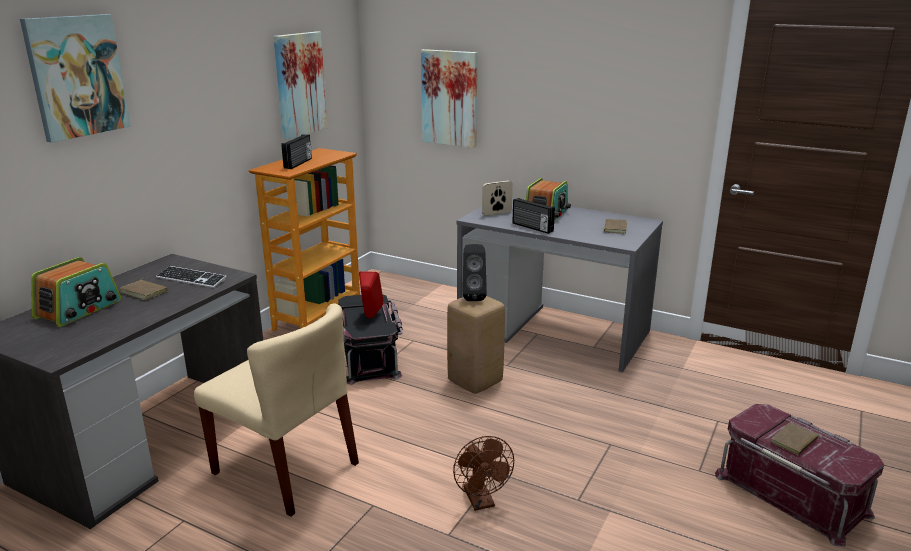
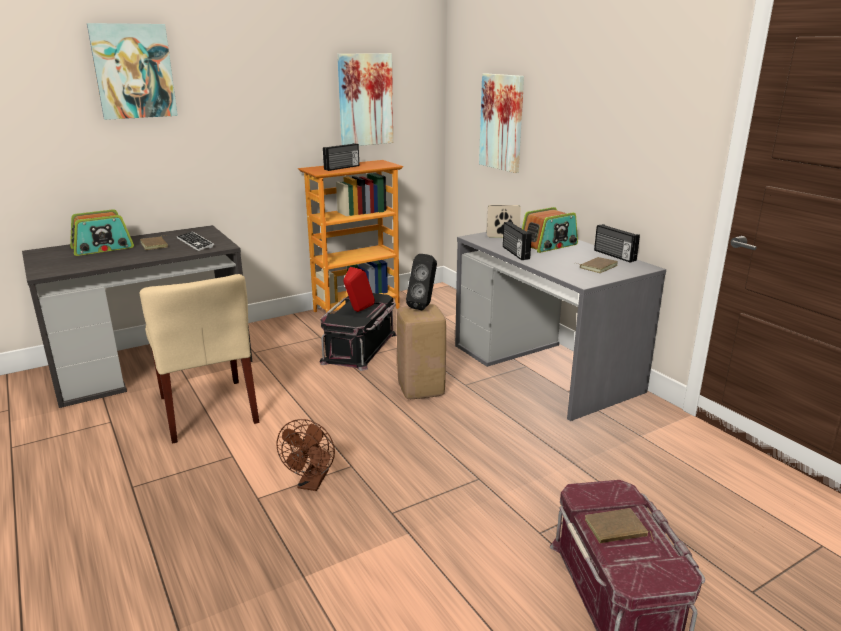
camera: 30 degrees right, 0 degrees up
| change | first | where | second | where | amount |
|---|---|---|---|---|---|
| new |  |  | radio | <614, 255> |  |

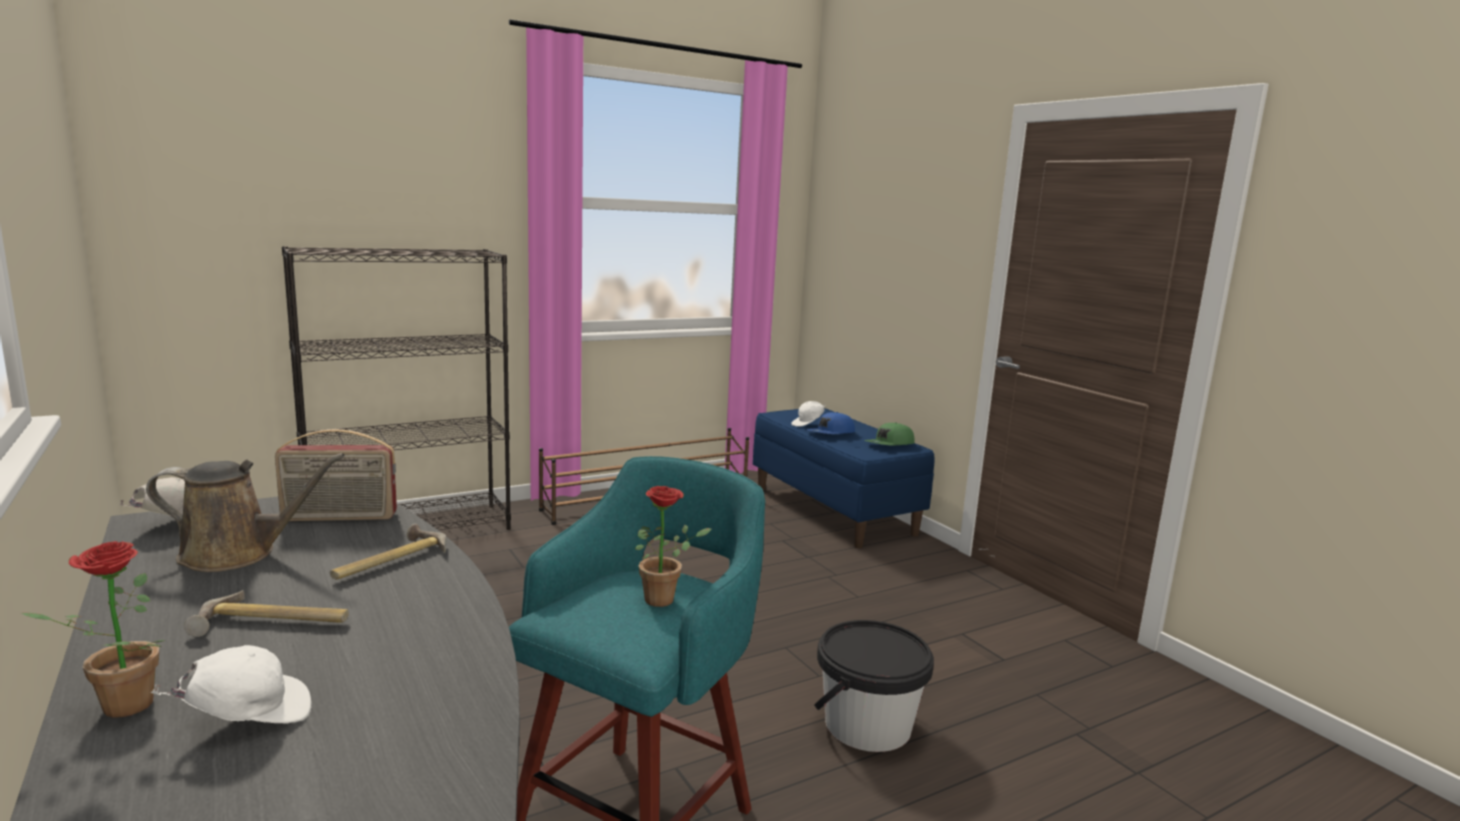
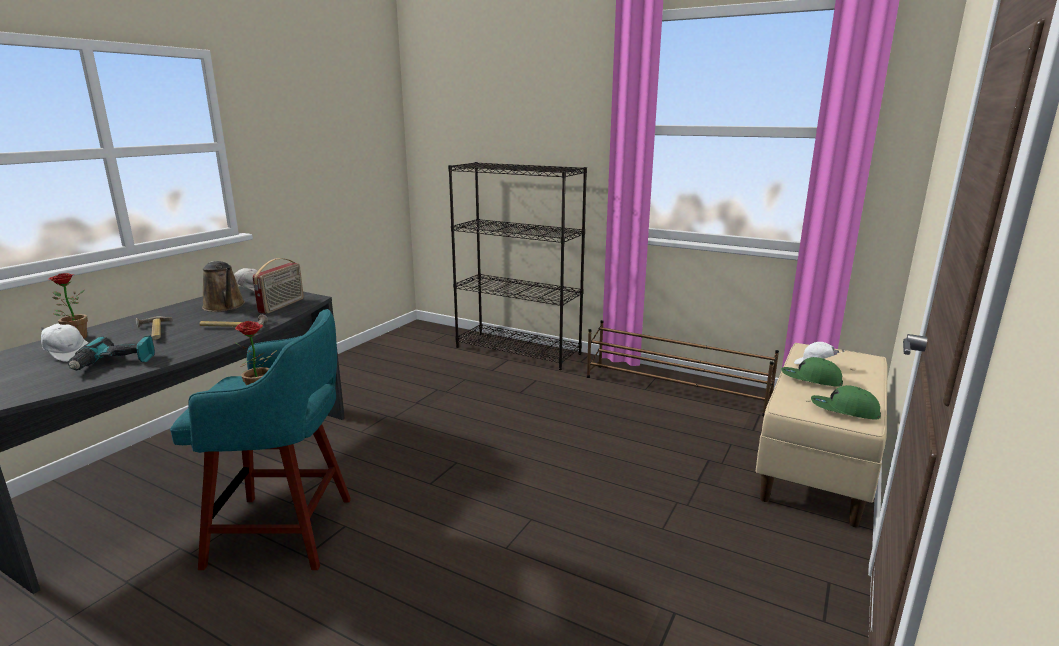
camera: 60 degrees right, 5 degrees up
| change | first | where | second | where | amount |
|---|---|---|---|---|---|
| repainted | banc/bleu | <834, 511> | banc/beige | <818, 464> |  |
| repainted | casquette/bleu | <831, 434> | casquette/vert | <810, 380> |  |
| rotated | radio | <339, 517> |  | <282, 305> | 120 degrees counterclockwise |
| gone | seau/noir | <867, 725> |  |  |  |
| new |  |  | perceuse | <115, 363> |  |

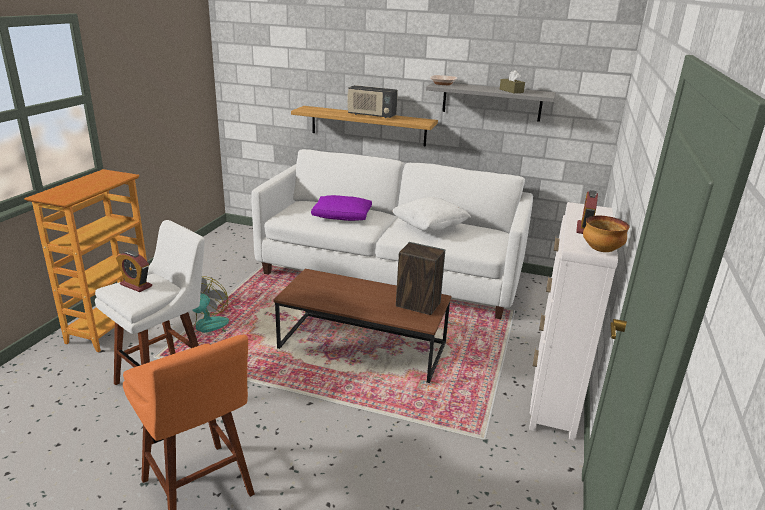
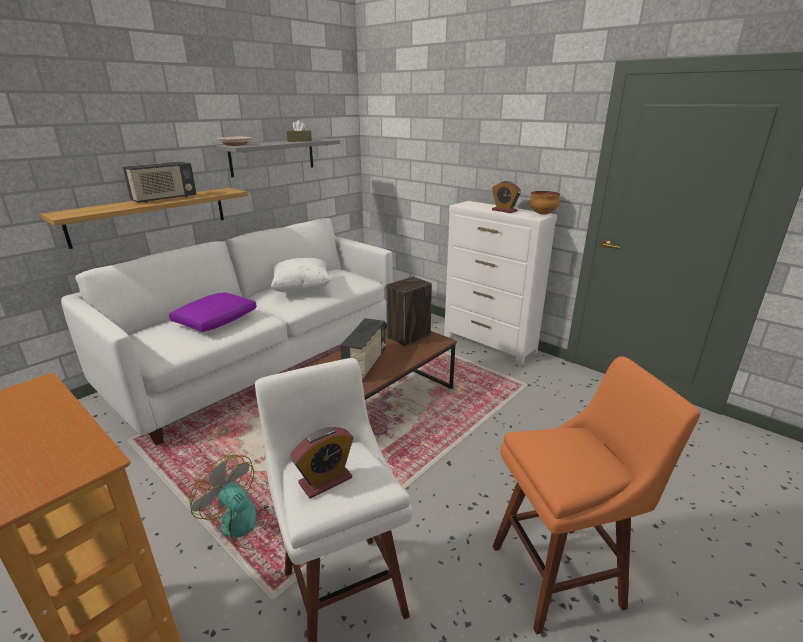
camera: 65 degrees left, 0 degrees up
| change | first | where | second | where | amount |
|---|---|---|---|---|---|
| new |  |  | radio | <365, 364> |  |

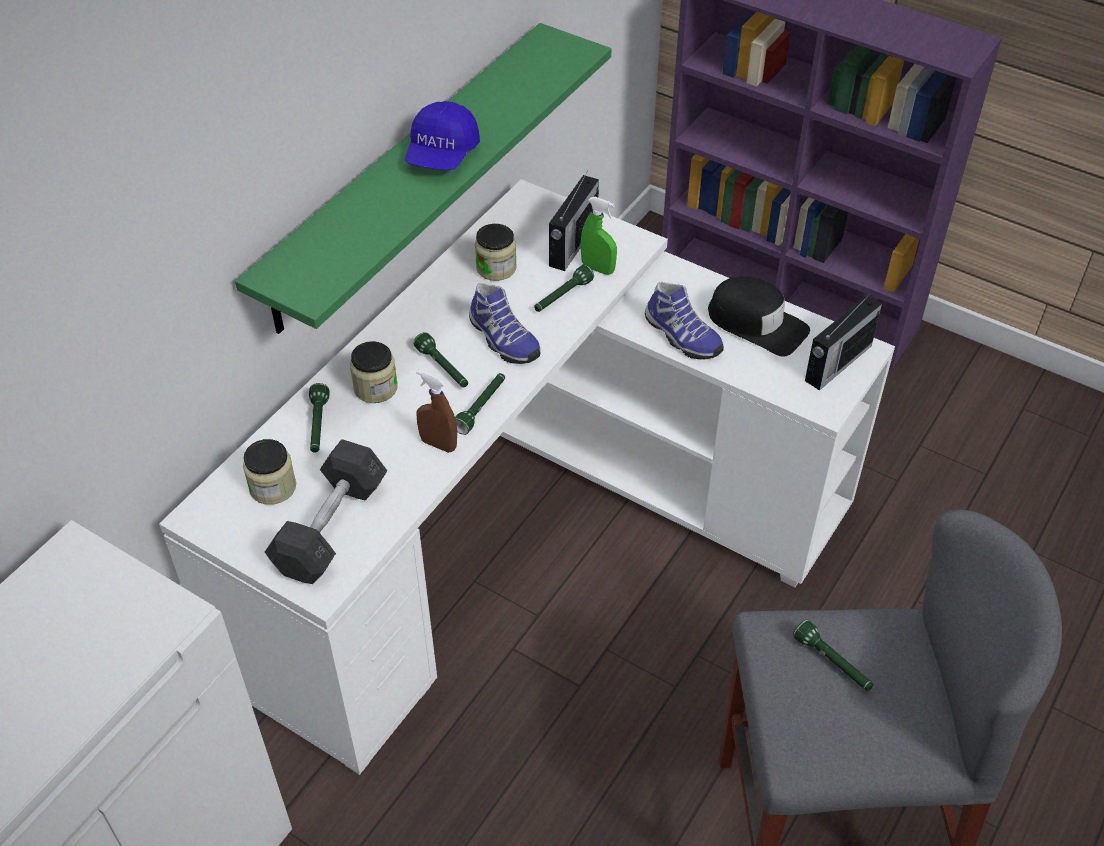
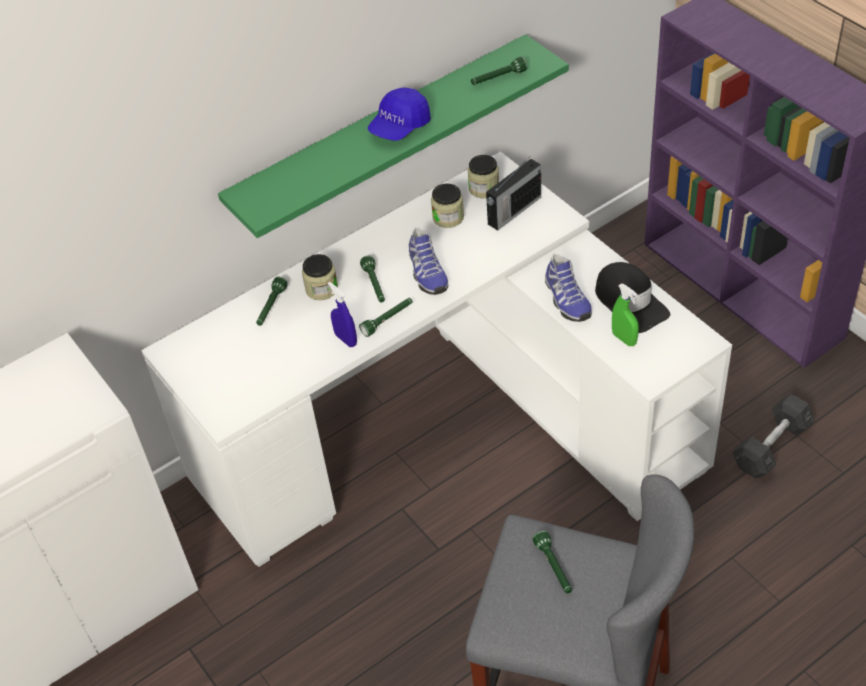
camera: 25 degrees right, 0 degrees up
| change | first | where | second | where | amount |
|---|---|---|---|---|---|
| shifted | vaporisateur/vert | <598, 269> |  | <624, 339> |  |
| shifted | lampe de poche/vert | <562, 297> |  | <498, 78> |  |
| gone | radio | <837, 364> |  |  |  |
| repainted | vaporisateur/marron | <438, 444> | vaporisateur/bleu | <346, 339> |  |
| shifted | bocal | <273, 487> |  | <484, 188> |  |
| shifted | haltère/gris | <331, 527> |  | <771, 446> |  |

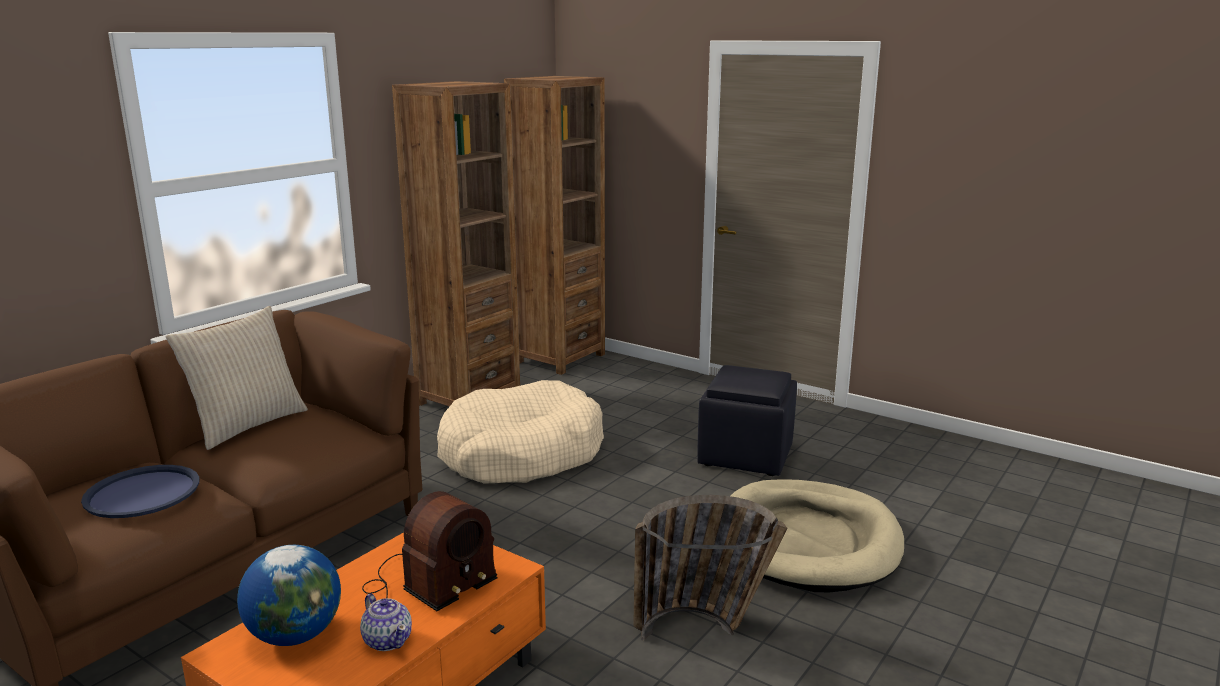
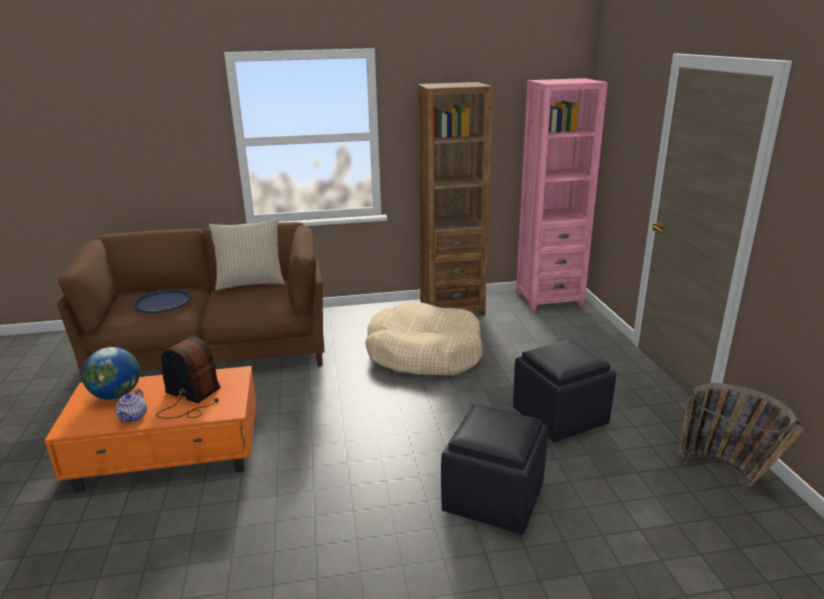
camera: 45 degrees right, 5 degrees up
| change | first | where | second | where | amount |
|---|---|---|---|---|---|
| repainted | bibliothèque/marron | <559, 358> | bibliothèque/rose | <549, 299> |  |
| swapped | panier pour chien/beige | <807, 541> | pouf/noir | <494, 497> |  |
| rotated | radio | <427, 584> |  | <190, 399> | 150 degrees counterclockwise |
| shifted | panier | <704, 627> |  | <730, 477> |  |

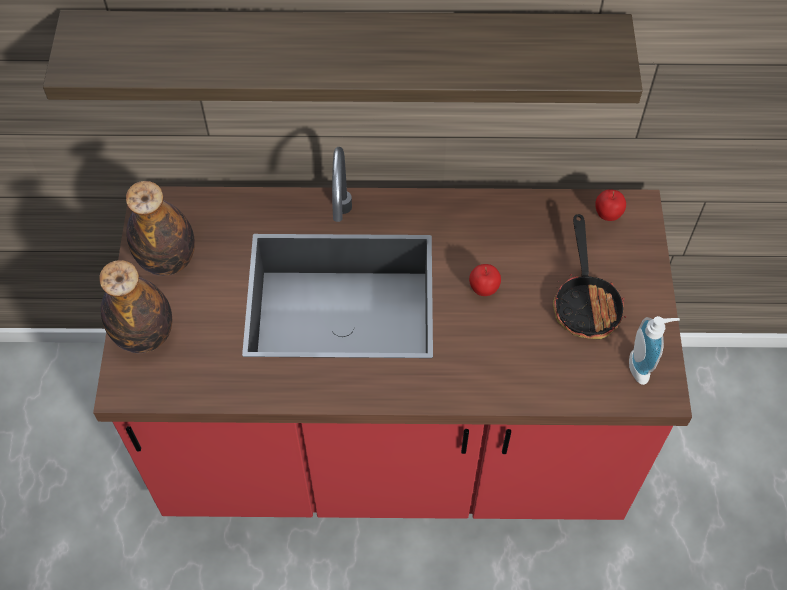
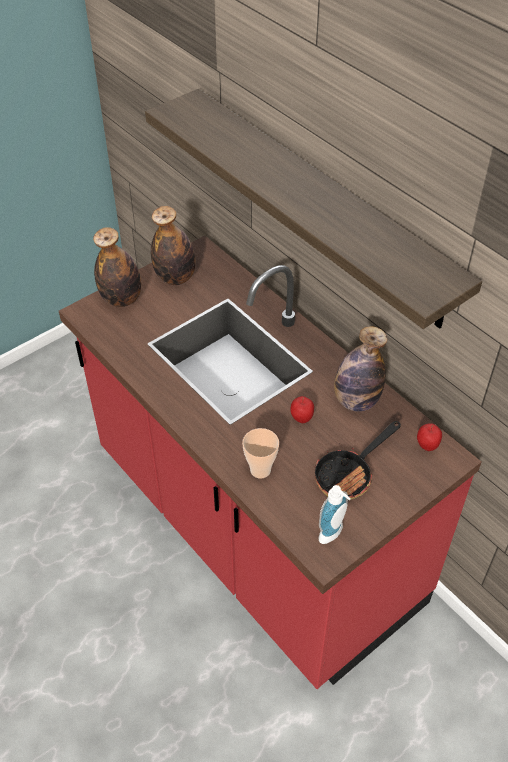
camera: 50 degrees right, 10 degrees down
| change | first | where | second | where | amount |
|---|---|---|---|---|---|
| new |  |  | bouteille | <356, 401> |  |
| new |  |  | tasse | <260, 470> |  |

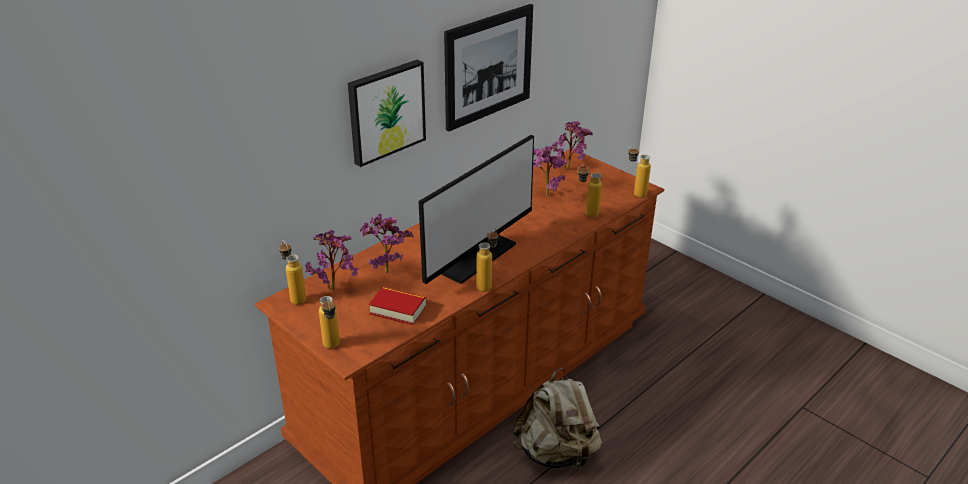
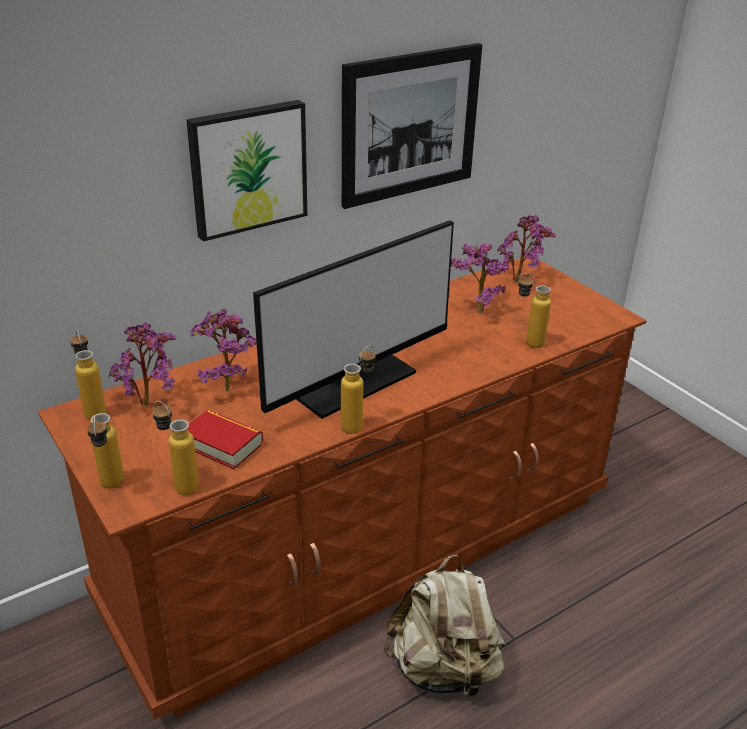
camera: 10 degrees right, 0 degrees up
| change | first | where | second | where | amount |
|---|---|---|---|---|---|
| shifted | bouteille | <634, 193> |  | <179, 484> |  |

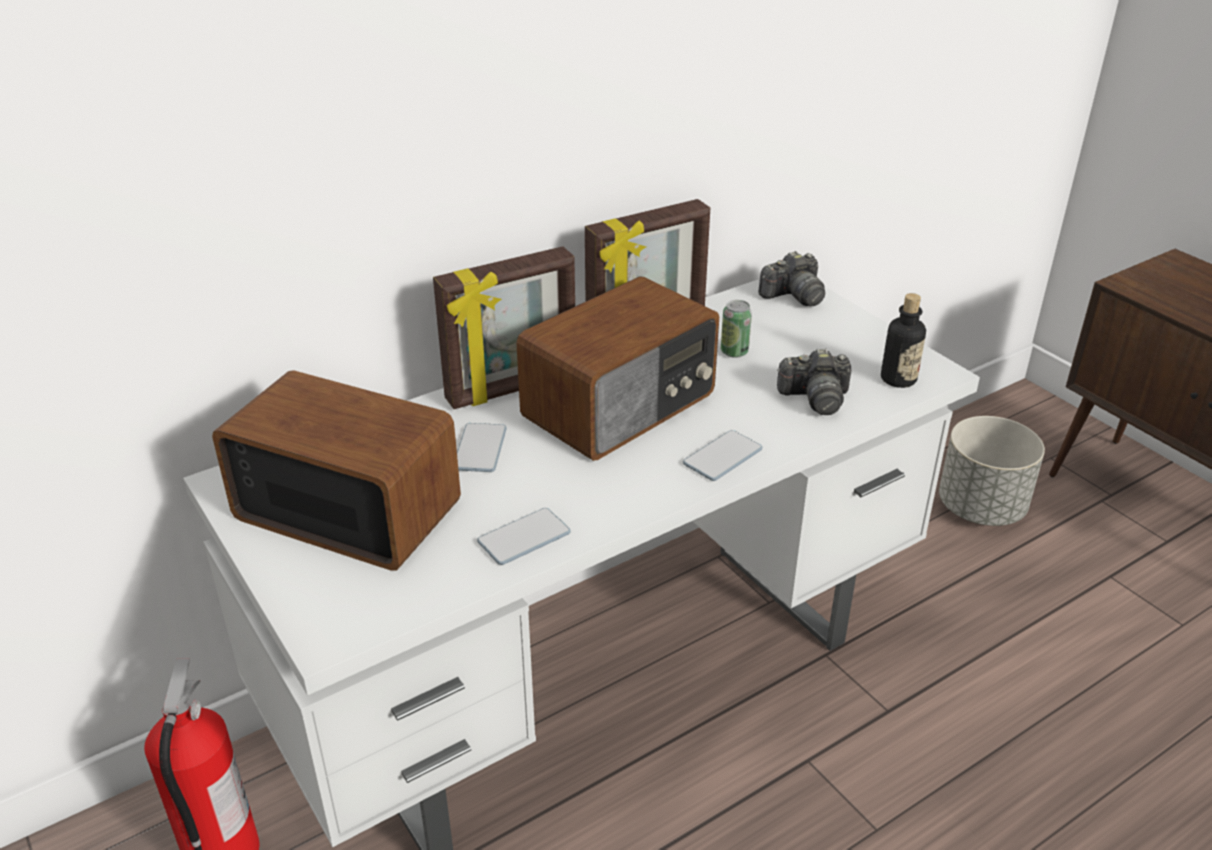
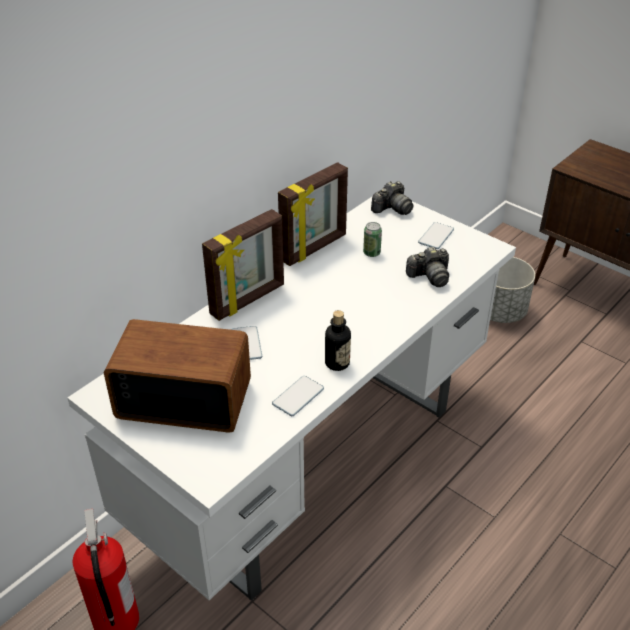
camera: 15 degrees left, 5 degrees up
| change | first | where | second | where | amount |
|---|---|---|---|---|---|
| gone | radio | <622, 406> |  |  |  |
| shifted | bouteille | <898, 379> |  | <337, 363> |  |
| shifted | téléphone | <722, 457> |  | <436, 236> |  |

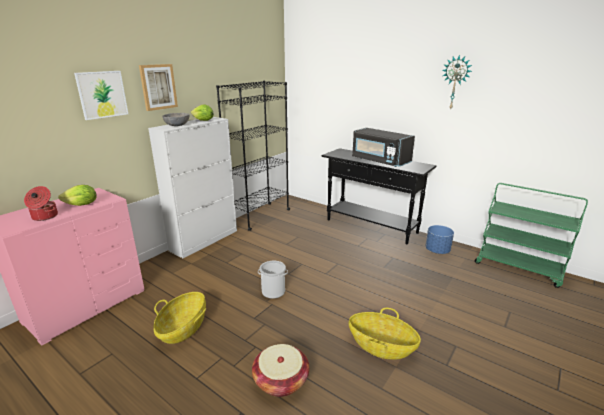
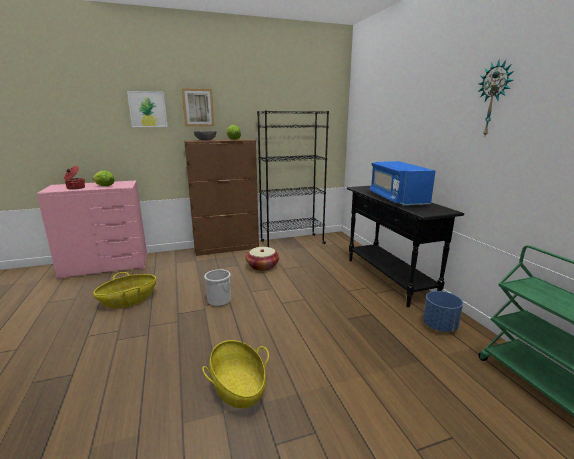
camera: 35 degrees right, 5 degrees down
| change | first | where | second | where | amount |
|---|---|---|---|---|---|
| repainted | meuble de rangement/blanc | <205, 240> | meuble de rangement/marron | <227, 248> |  |
| repainted | micro-ondes/noir | <379, 161> | micro-ondes/bleu | <397, 199> |  |
| shifted | panier | <281, 380> |  | <262, 266> |  |

